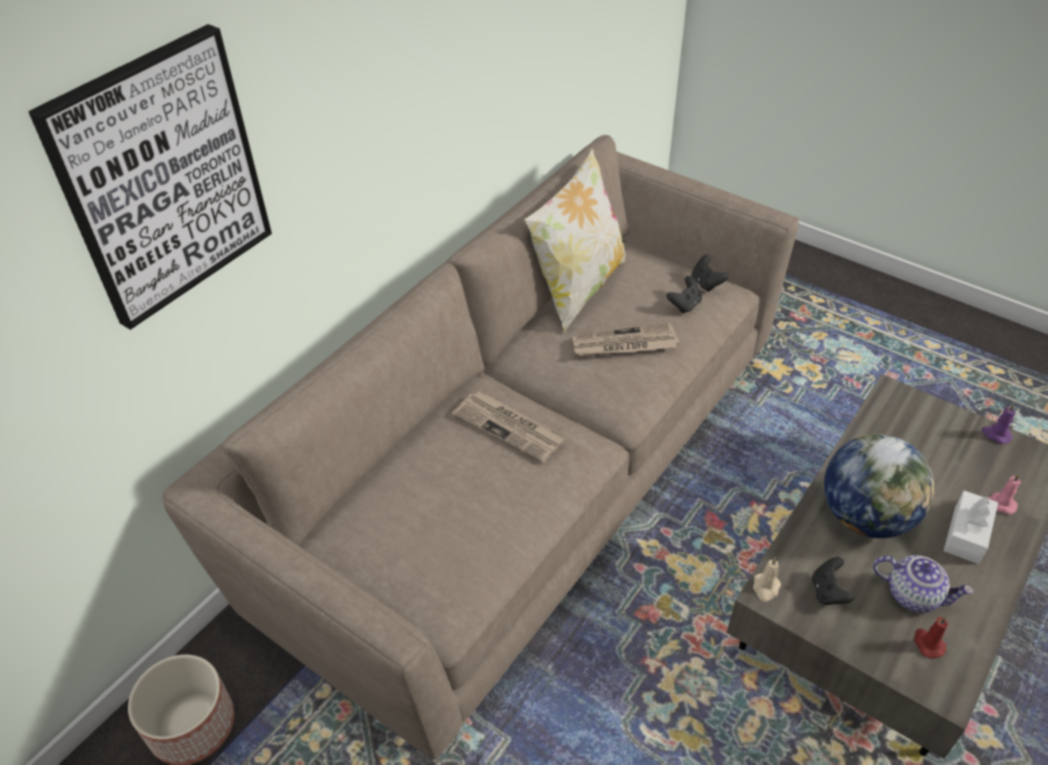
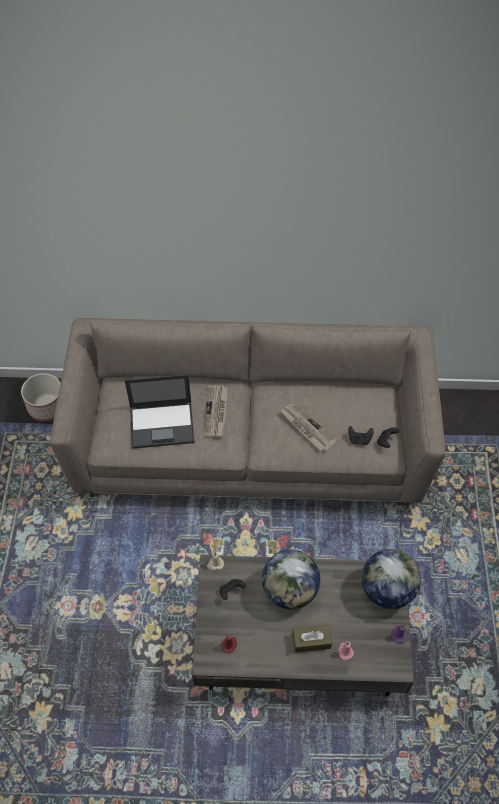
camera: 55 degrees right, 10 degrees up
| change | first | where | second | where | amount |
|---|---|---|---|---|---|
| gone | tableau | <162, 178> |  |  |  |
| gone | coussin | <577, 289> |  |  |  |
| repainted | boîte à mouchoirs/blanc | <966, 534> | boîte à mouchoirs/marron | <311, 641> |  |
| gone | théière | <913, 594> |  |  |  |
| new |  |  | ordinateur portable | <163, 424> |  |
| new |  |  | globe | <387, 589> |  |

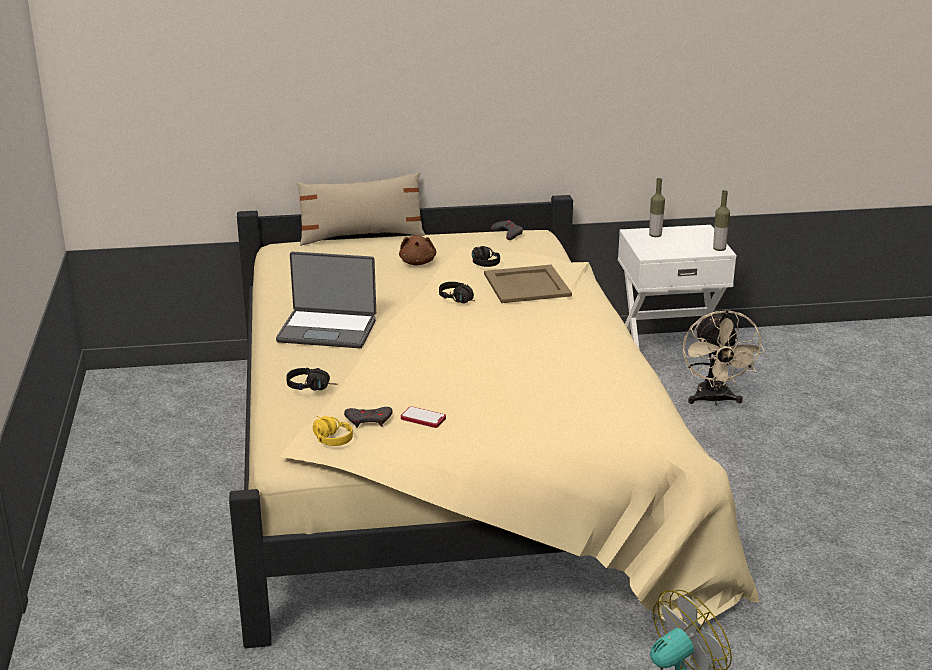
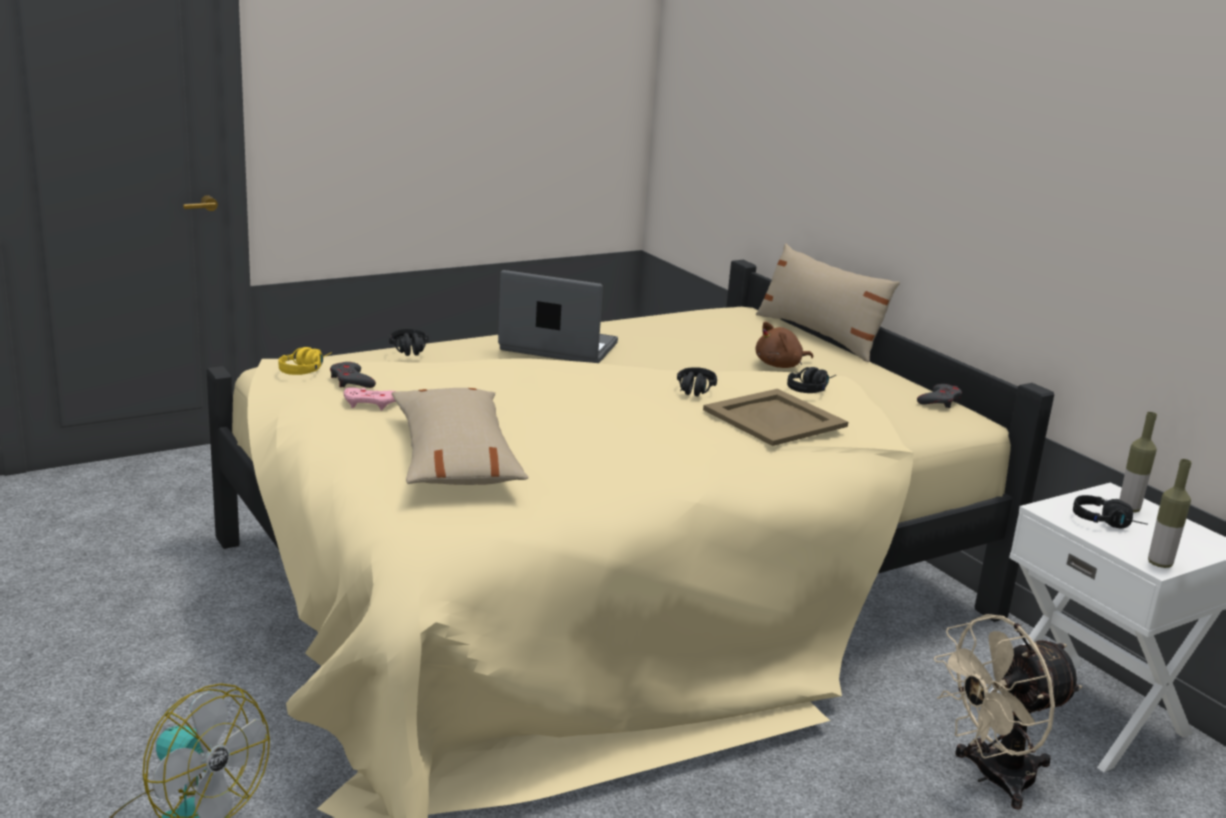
camera: 65 degrees right, 5 degrees down
| change | first | where | second | where | amount |
|---|---|---|---|---|---|
| rotated | ordinateur portable | <327, 330> |  | <557, 347> | 120 degrees clockwise |
| swapped | téléphone | <423, 418> | manette/rose | <370, 403> |  |
| new |  |  | coussin/beige | <454, 457> |  |
| new |  |  | casque audio/noir | <1107, 523> |  |

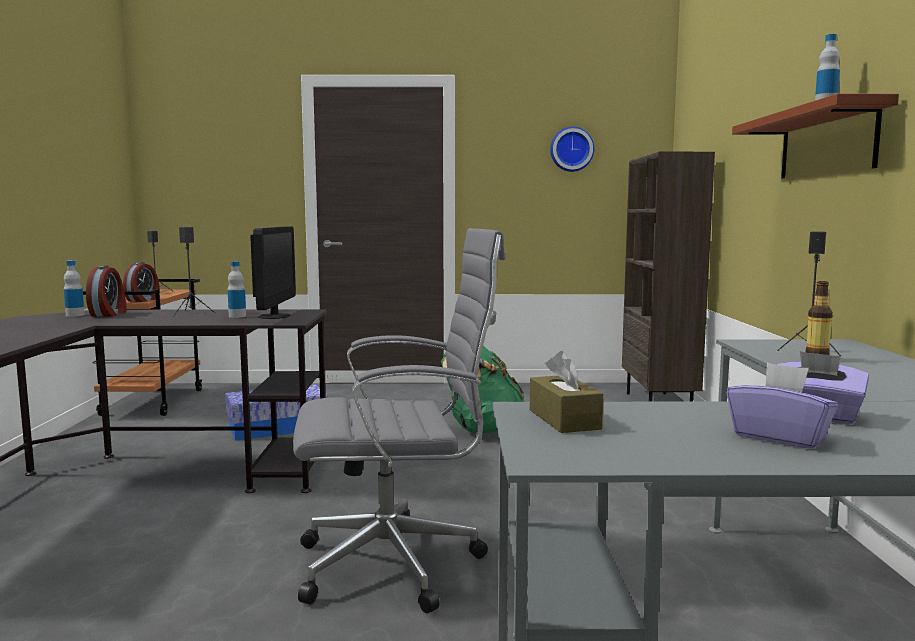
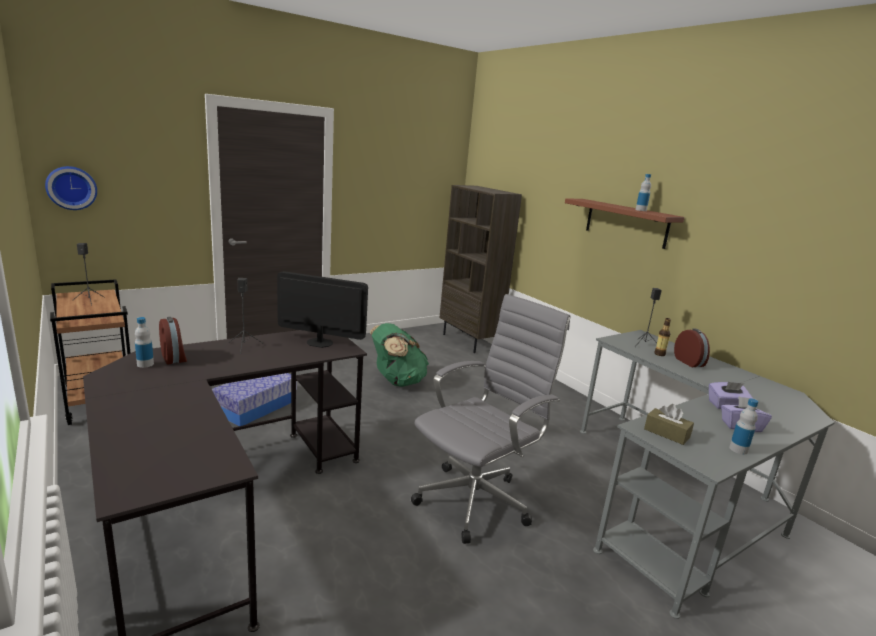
camera: 35 degrees left, 10 degrees up
| change | first | where | second | where | amount |
|---|---|---|---|---|---|
| shifted | horloge murale | <571, 149> |  | <71, 188> |  |
| rotated | écran d'ordinateur | <274, 316> |  | <319, 343> | 45 degrees counterclockwise |
| shifted | bouteille | <237, 316> |  | <738, 449> |  |
| shifted | réveil | <143, 300> |  | <689, 362> |  |

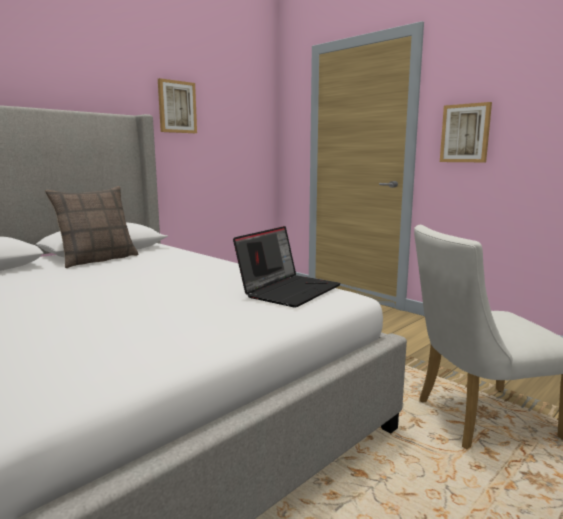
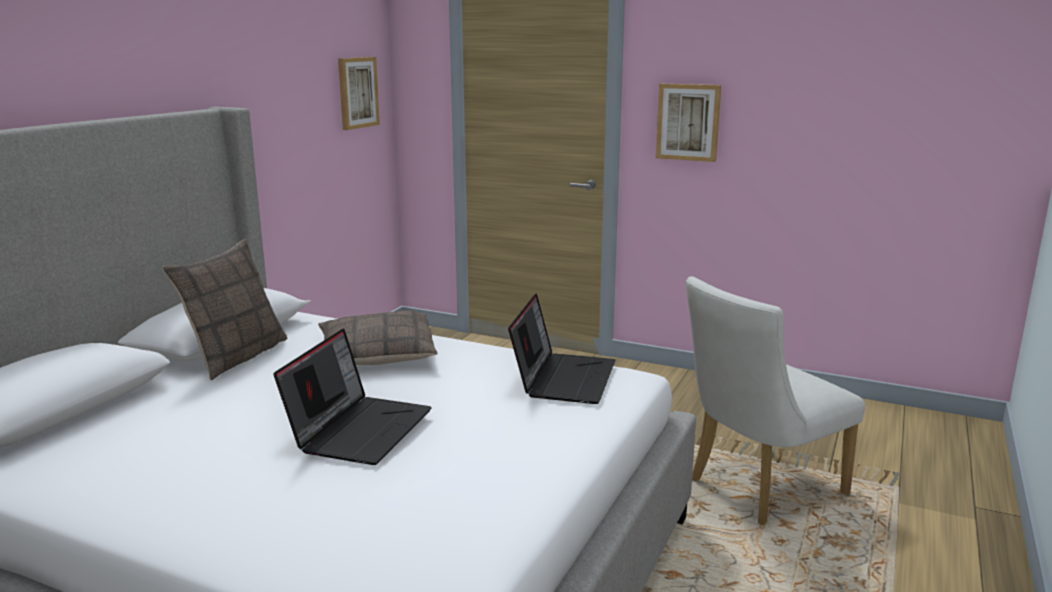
camera: 20 degrees left, 5 degrees up
| change | first | where | second | where | amount |
|---|---|---|---|---|---|
| shifted | tableau | <177, 107> |  | <357, 92> |  |
| new |  |  | coussin | <376, 354> |  |
| new |  |  | ordinateur portable | <360, 429> |  |

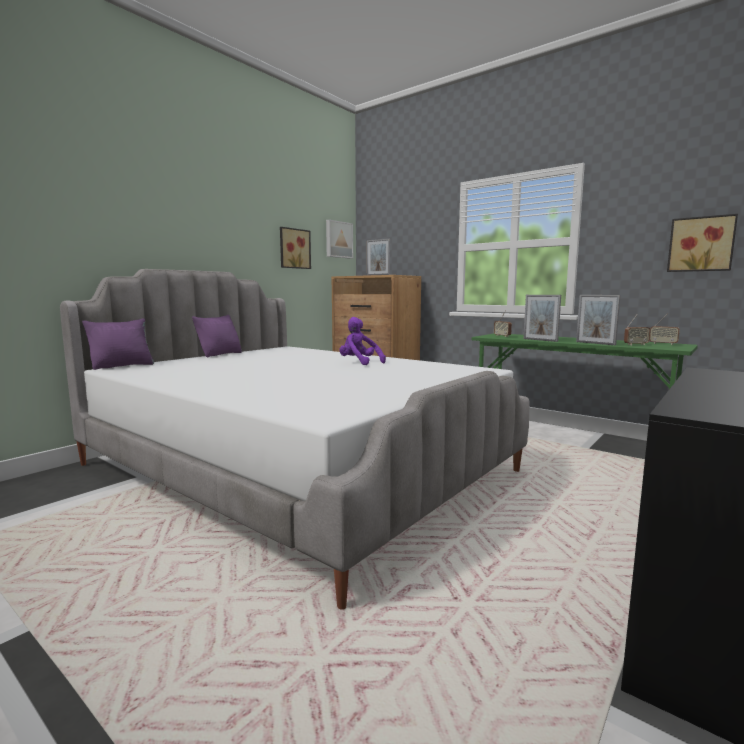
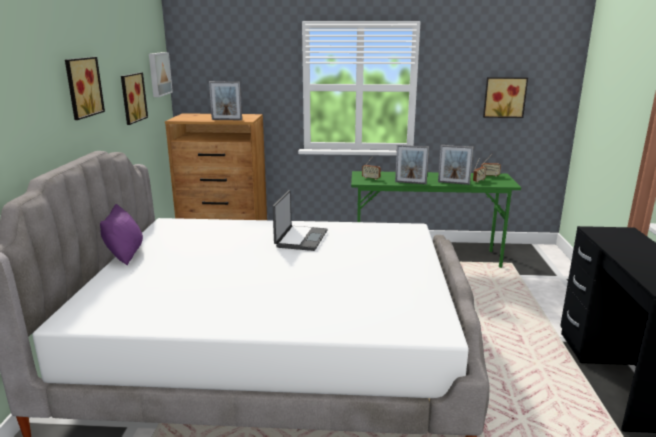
camera: 35 degrees left, 10 degrees up
| change | first | where | second | where | amount |
|---|---|---|---|---|---|
| swapped | peluche/violet | <359, 363> | ordinateur portable | <300, 239> |  |
| gone | coussin/violet | <122, 366> |  |  |  |
| new |  |  | tableau | <82, 87> |  |

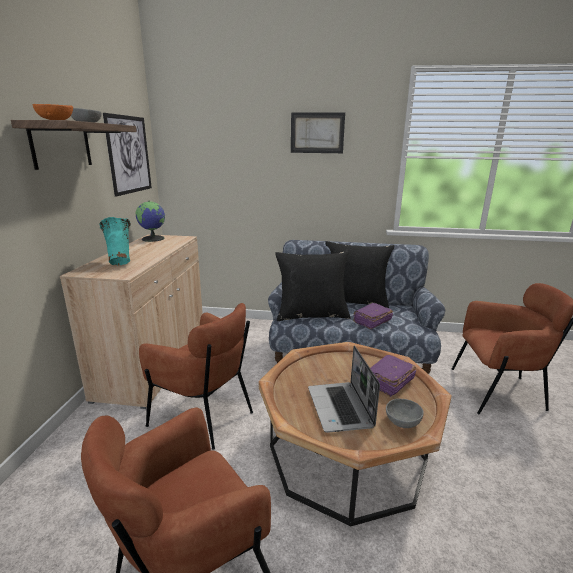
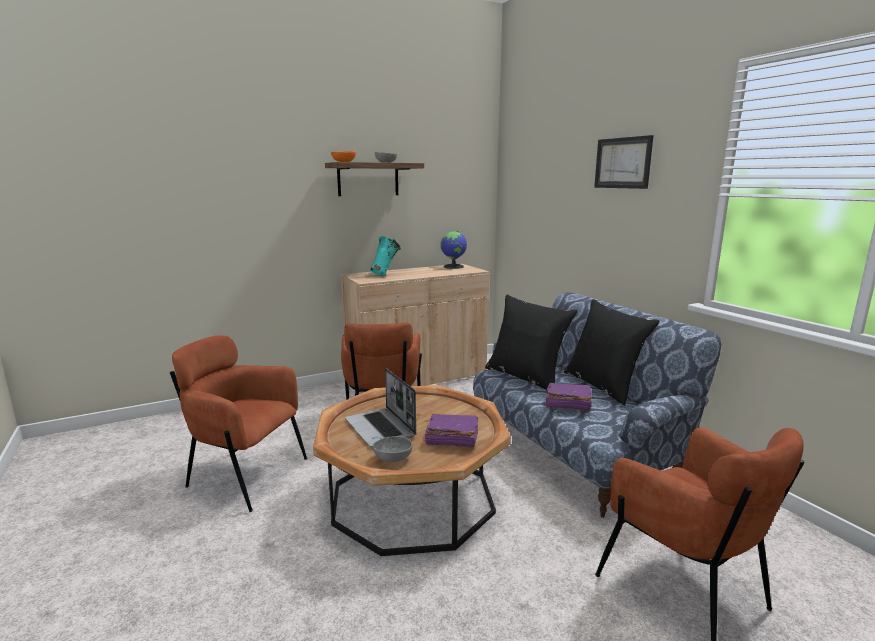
camera: 55 degrees right, 5 degrees down
| change | first | where | second | where | amount |
|---|---|---|---|---|---|
| gone | tableau | <129, 154> |  |  |  |
| rotated | ordinateur portable | <340, 408> |  | <381, 428> | 75 degrees counterclockwise |

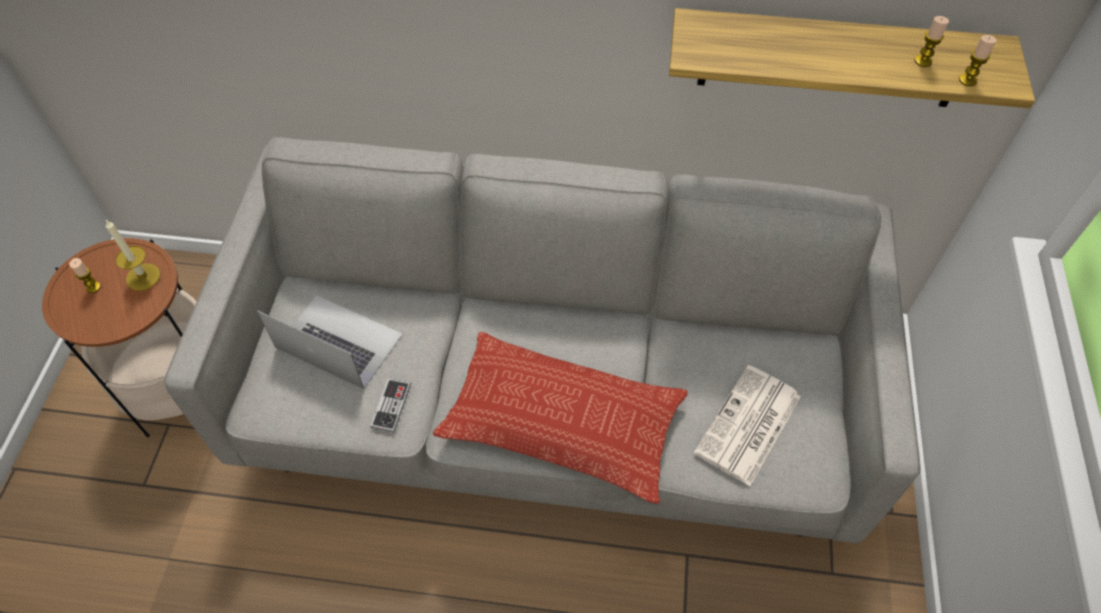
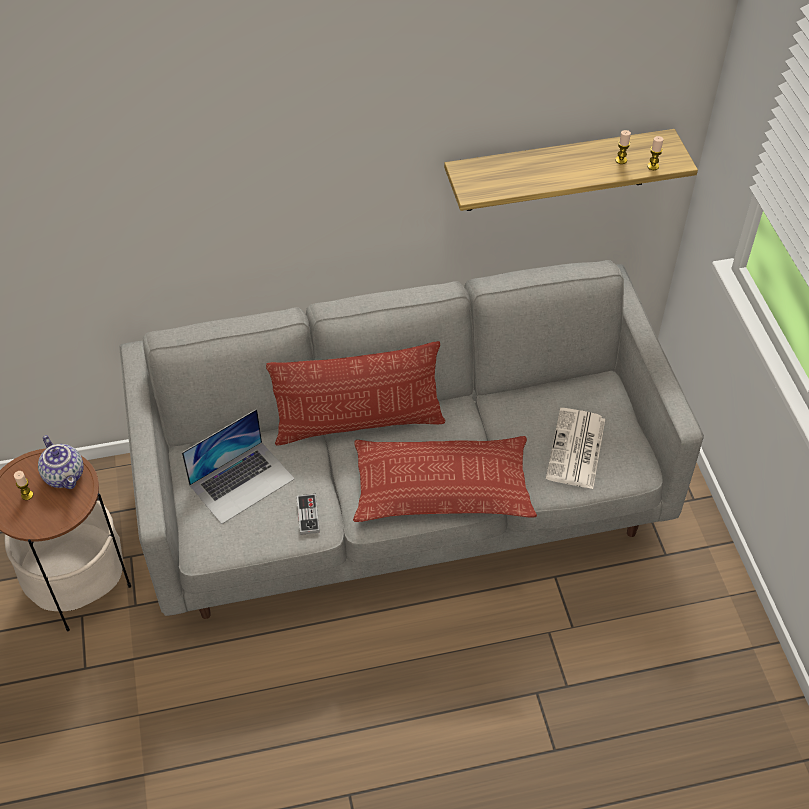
camera: 20 degrees left, 5 degrees down
| change | first | where | second | where | amount |
|---|---|---|---|---|---|
| swapped | bougie | <143, 277> | théière | <65, 475> |  |
| rotated | ordinateur portable | <338, 341> |  | <242, 481> | 135 degrees clockwise |
| new |  |  | coussin | <359, 423> |  |

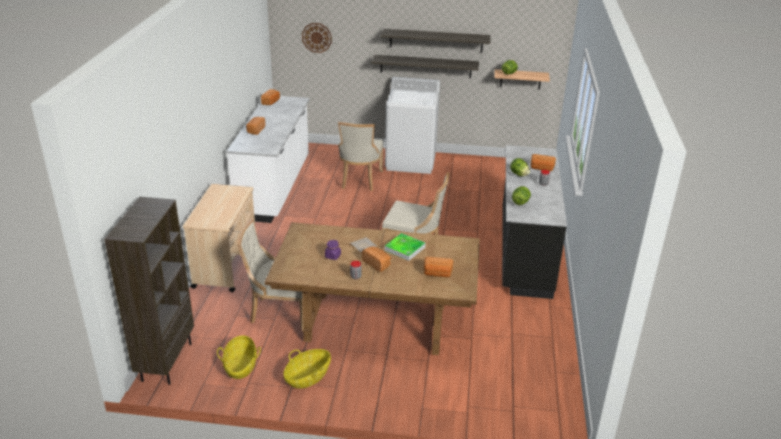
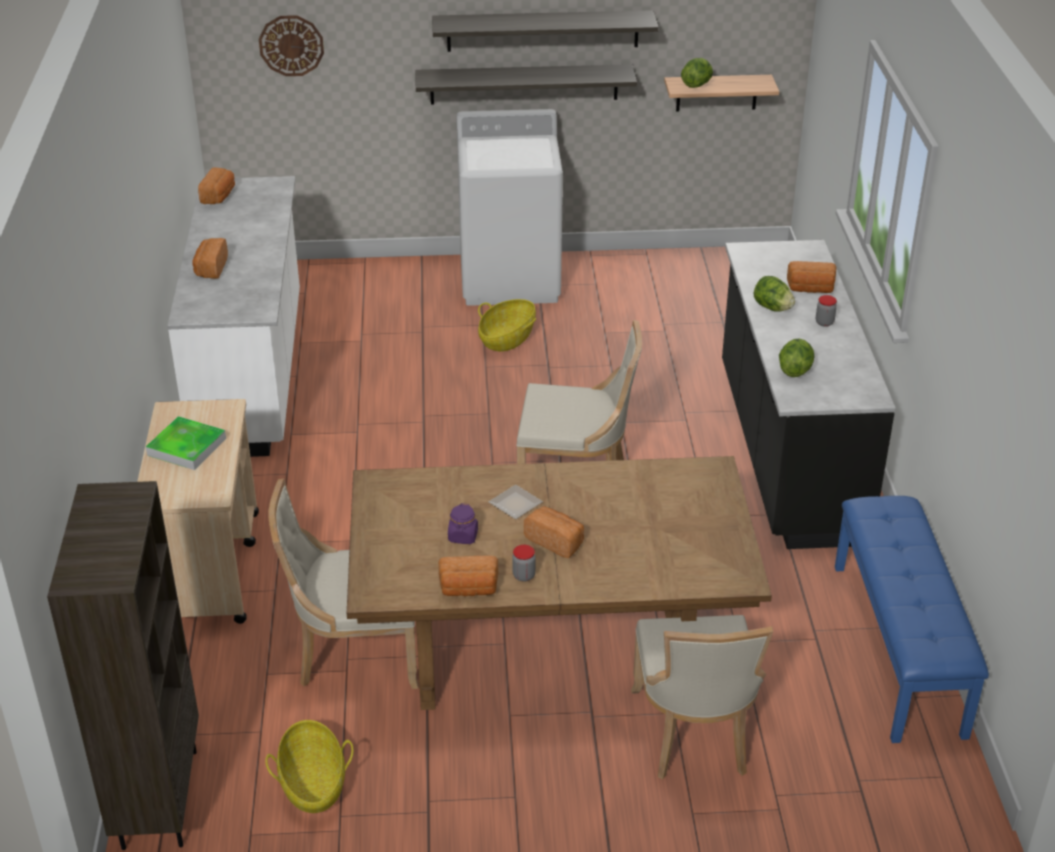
camera: 10 degrees left, 5 degrees up
| change | first | where | second | where | amount |
|---|---|---|---|---|---|
| shifted | chaise/beige | <360, 180> |  | <694, 735> |  |
| shifted | plateau | <405, 249> |  | <187, 447> |  |
| shifted | pain | <437, 274> |  | <469, 589> |  |
| shifted | panier | <308, 377> |  | <507, 339> |  |
| new |  |  | banc/bleu | <899, 648> |  |

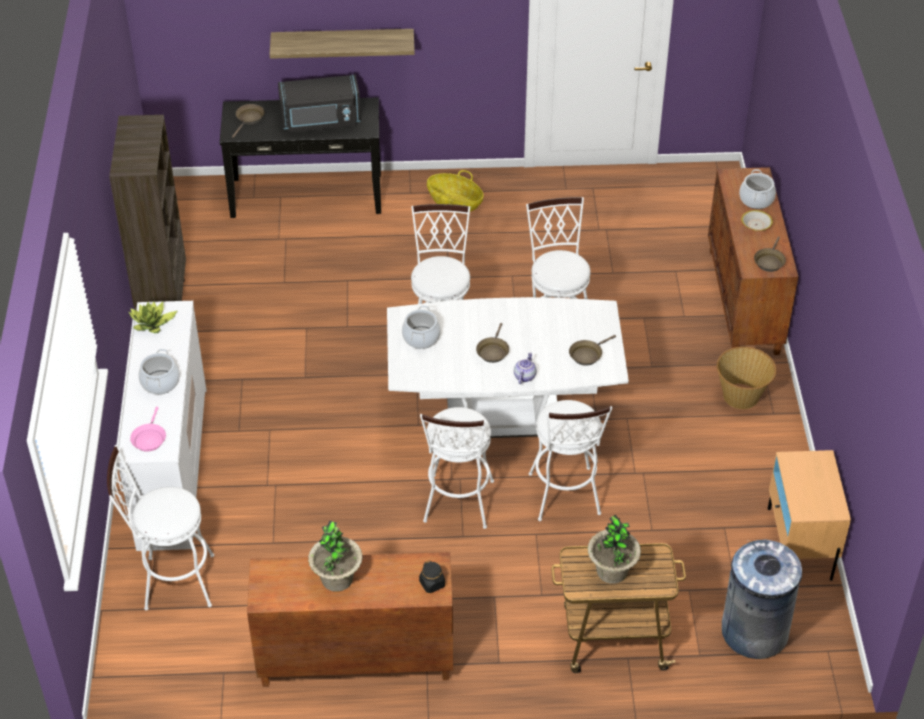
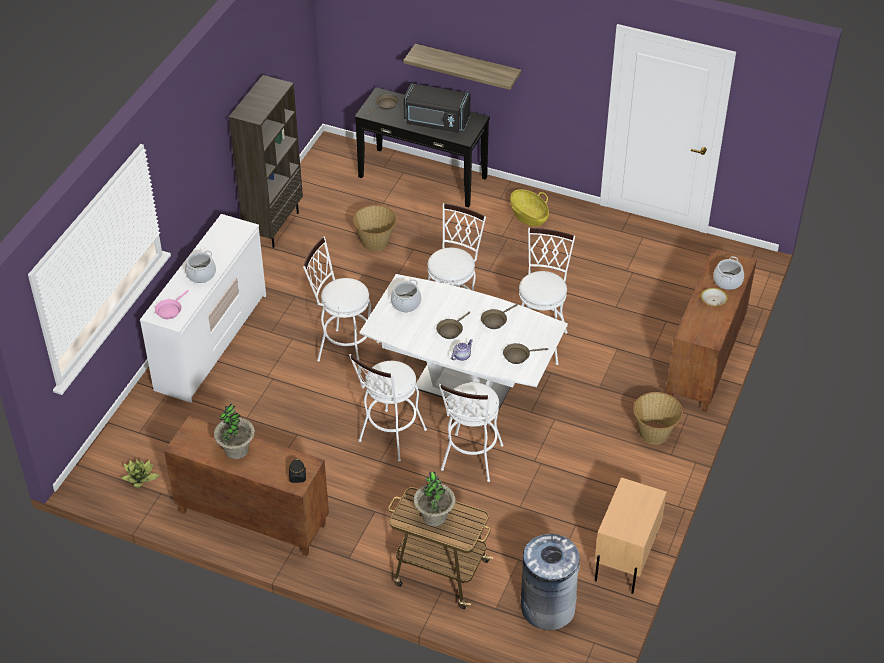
camera: 25 degrees right, 0 degrees up
| change | first | where | second | where | amount |
|---|---|---|---|---|---|
| shifted | poêle/marron | <769, 261> |  | <495, 320> |  |
| shifted | plante en pot | <152, 324> |  | <140, 478> |  |
| shifted | tabouret/blanc | <171, 582> |  | <343, 349> |  |
| new |  |  | panier | <375, 242> |  |

